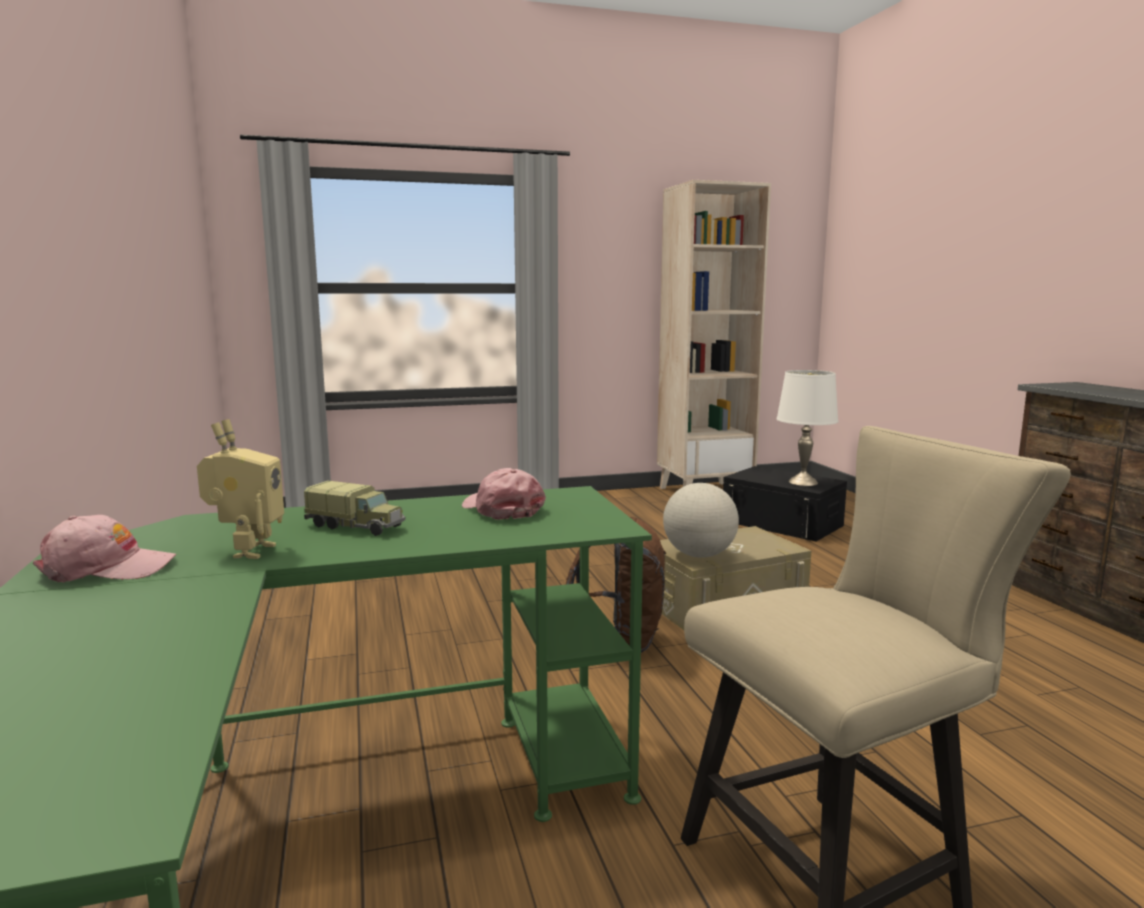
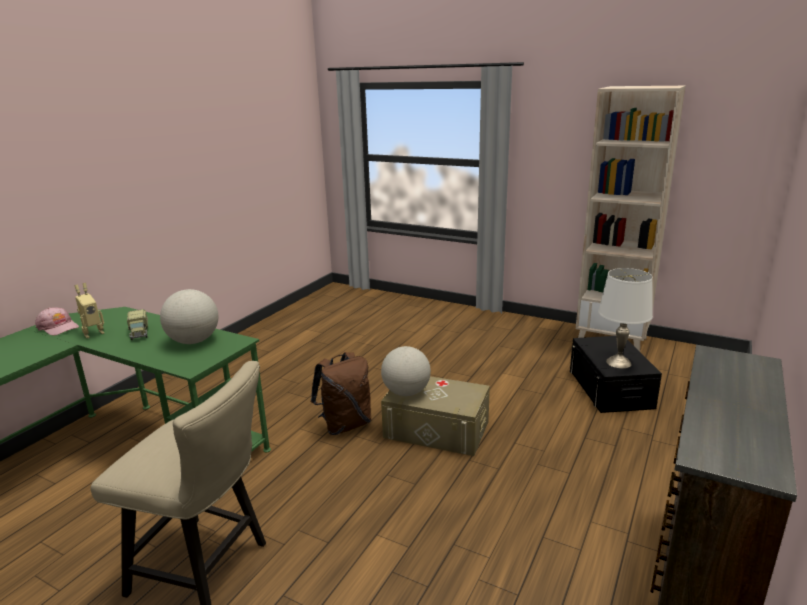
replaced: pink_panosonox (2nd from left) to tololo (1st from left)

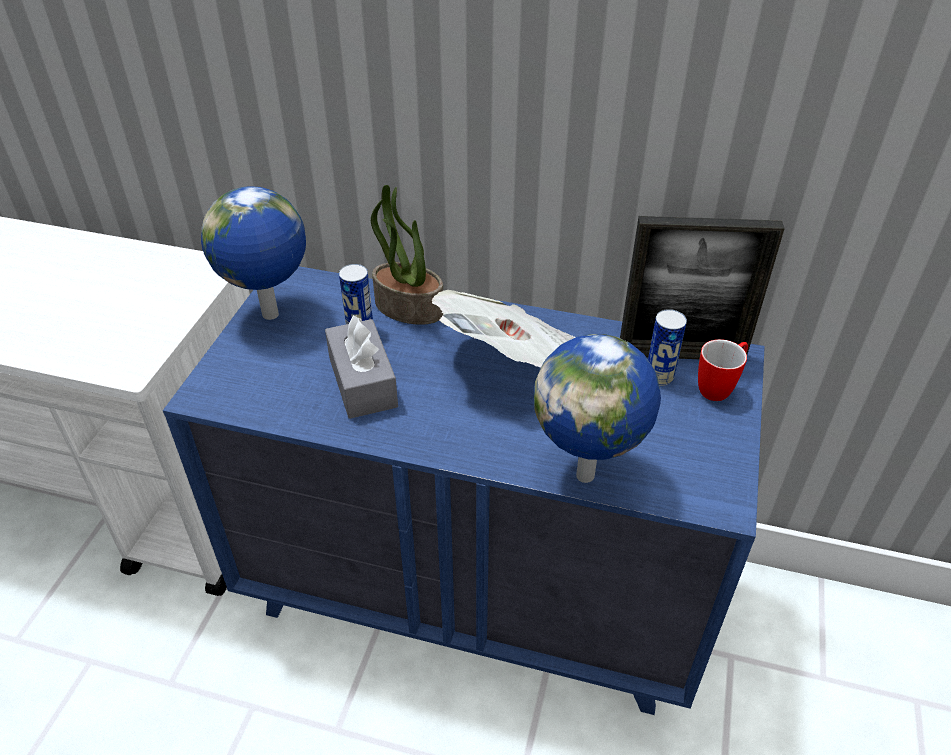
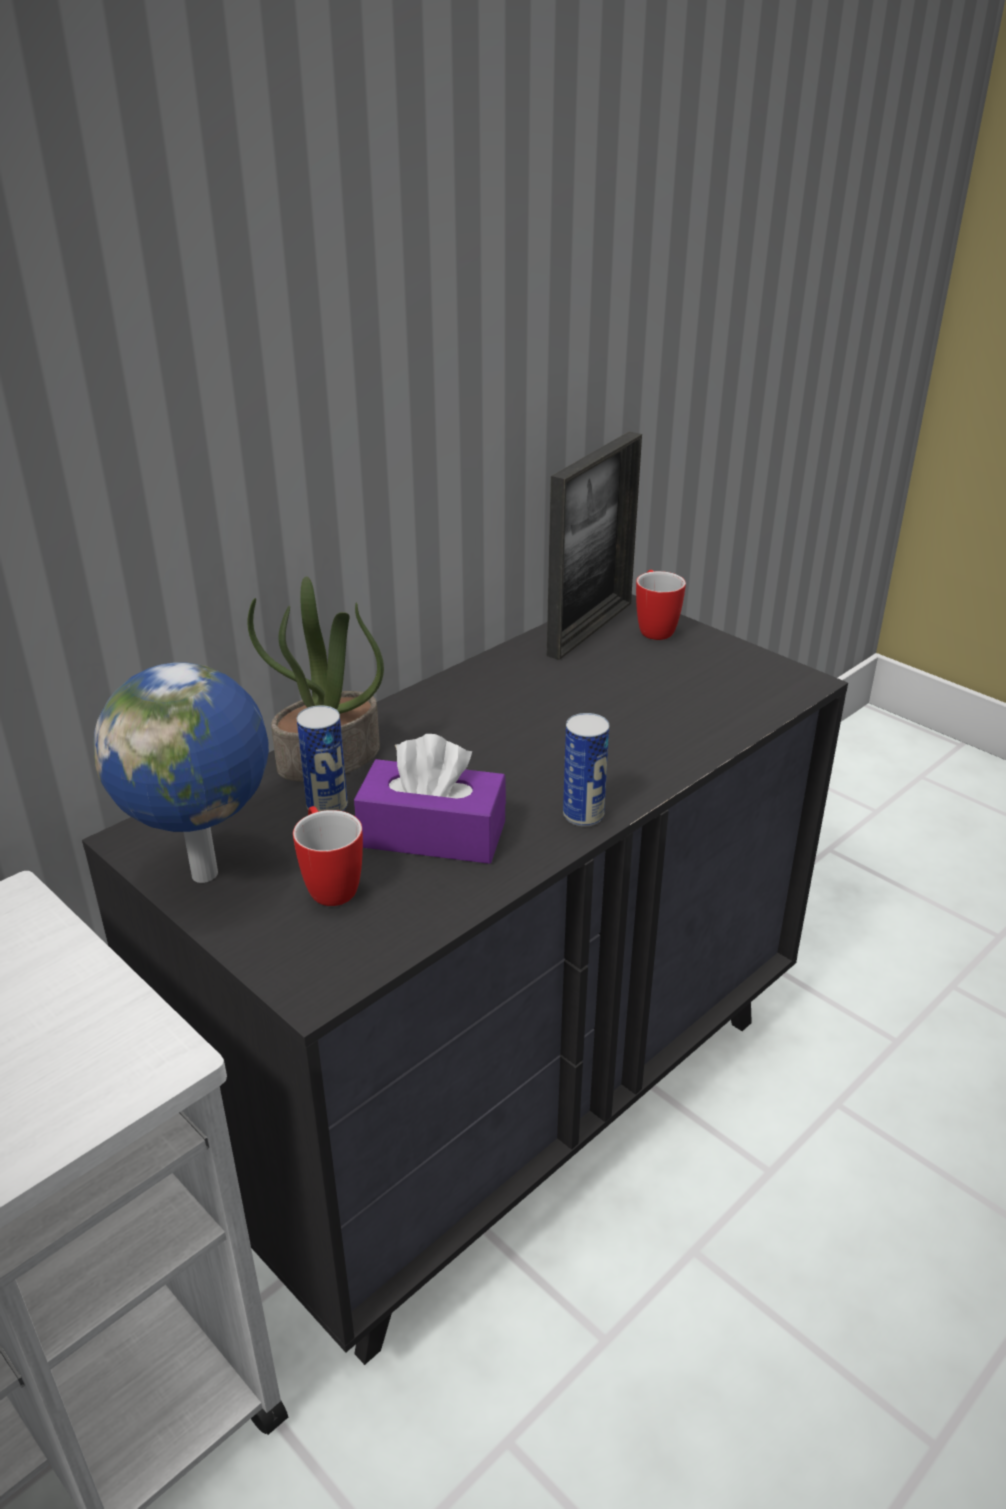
removed: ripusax; tololo (2nd from left)
added: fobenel (1st from left)
moved: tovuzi (2nd from left)
recoloured: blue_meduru to black_meduru; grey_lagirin to purple_lagirin

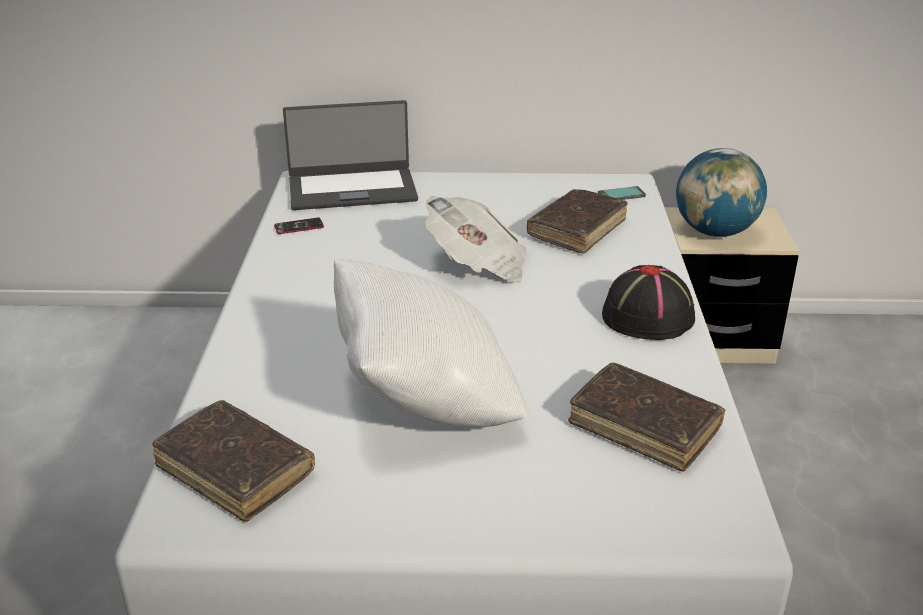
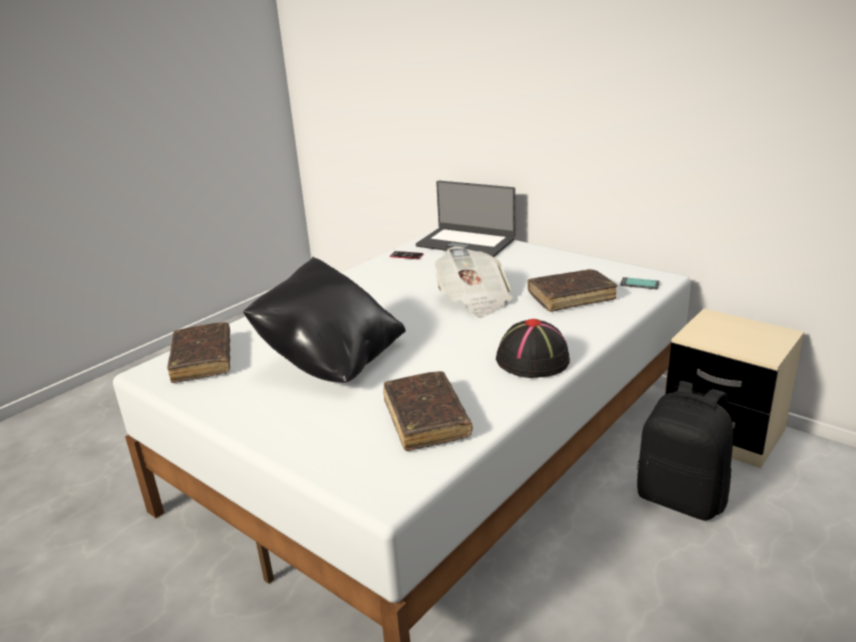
removed: tololo
added: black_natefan
recoloured: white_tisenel to black_tisenel

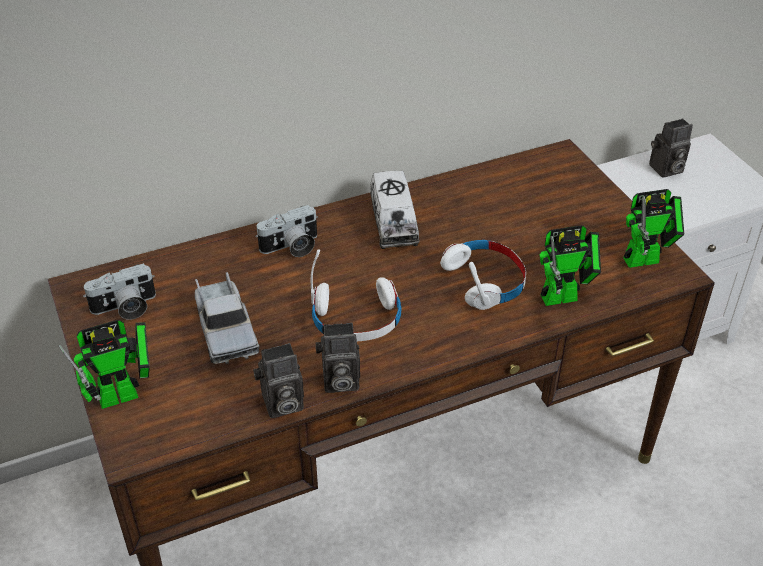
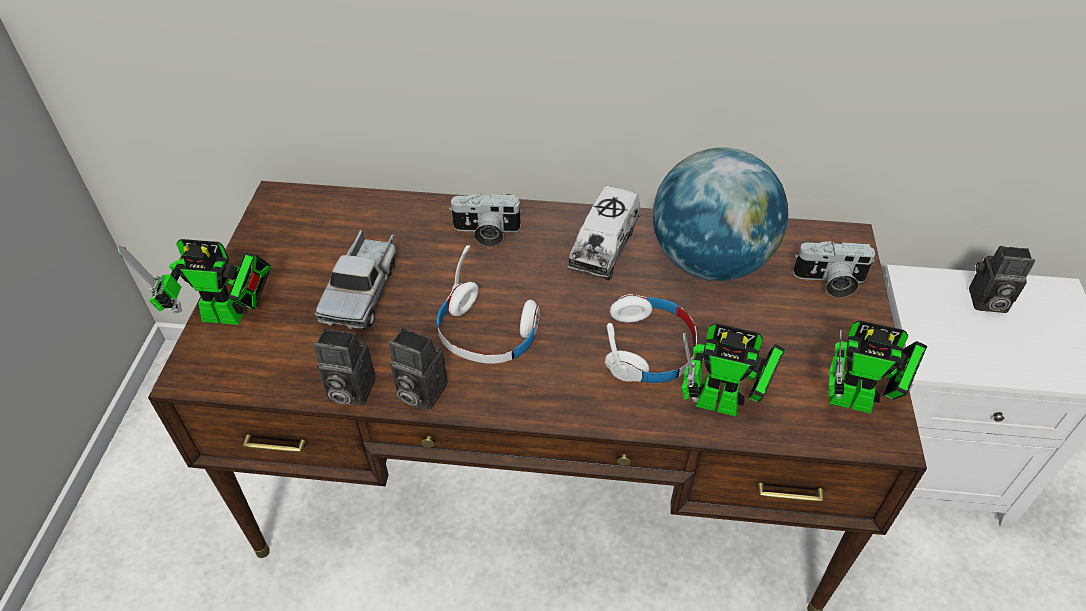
added: tololo
moved: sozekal (1st from left in the first image) to sozekal (4th from left)

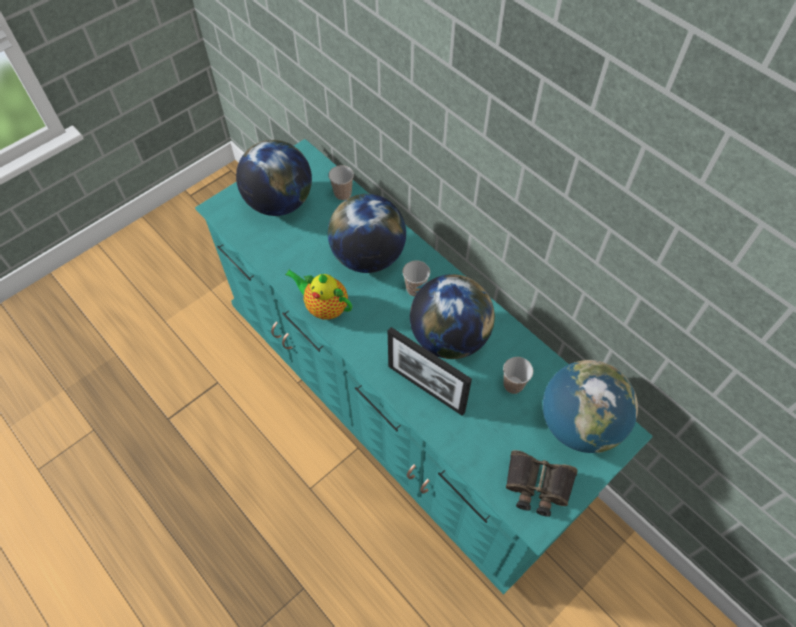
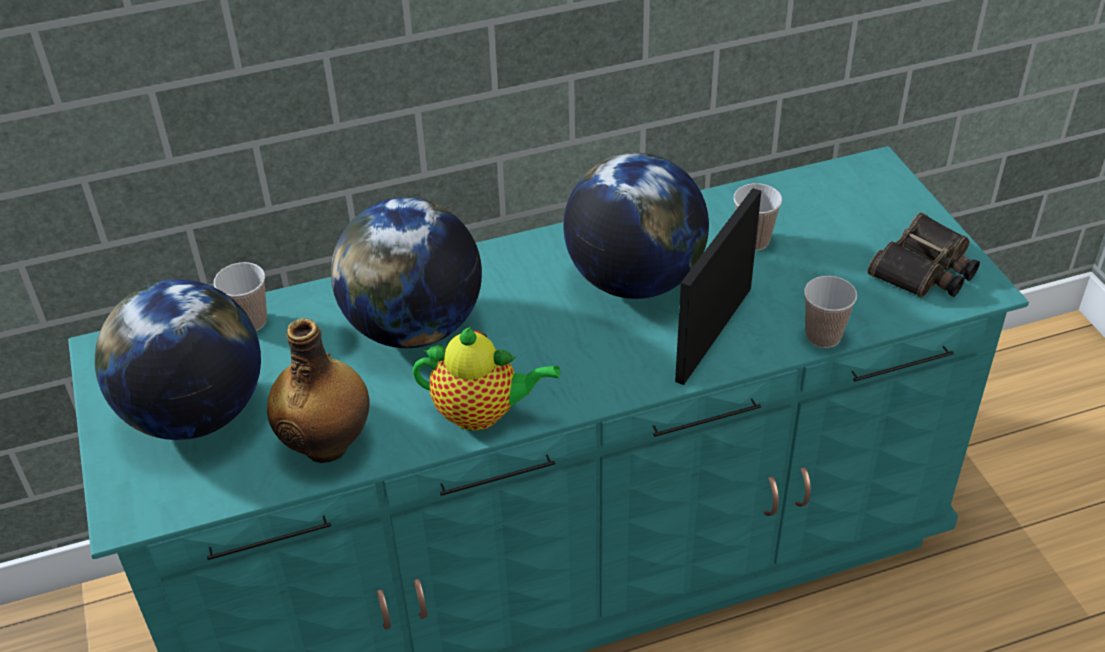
removed: tololo (4th from left)
added: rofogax
moved: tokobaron (2nd from left in the first image) to tokobaron (3rd from left)
turned: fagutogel 135 degrees counterclockwise; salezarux 150 degrees clockwise

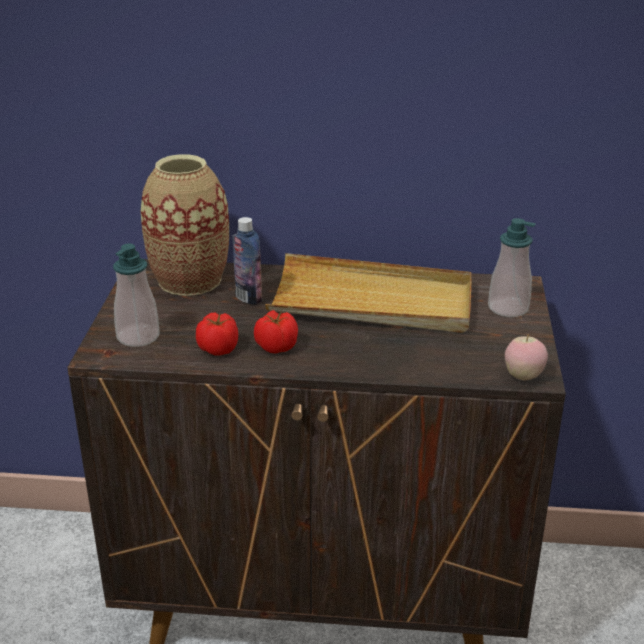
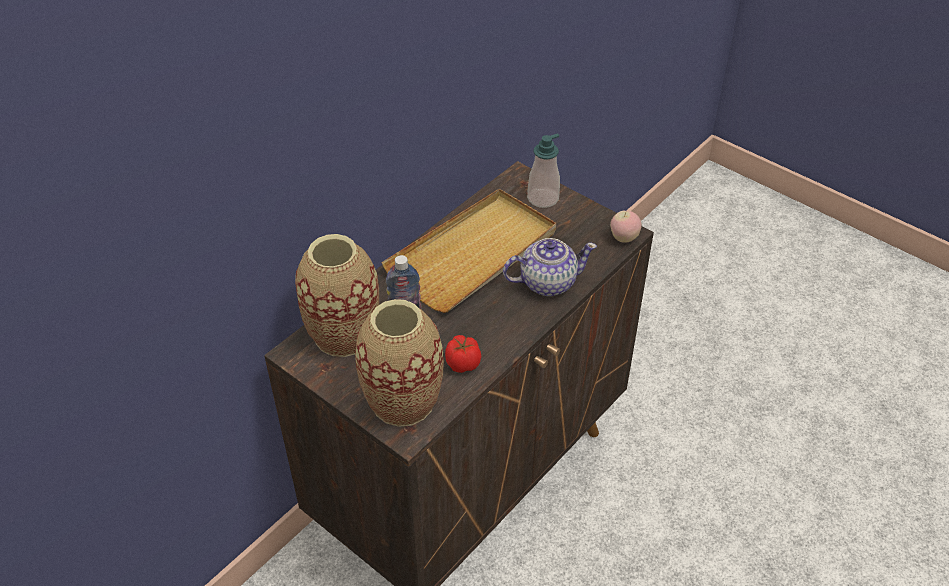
removed: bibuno (2nd from left)
added: fagutogel
replaced: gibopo (1st from left) to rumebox (2nd from left)

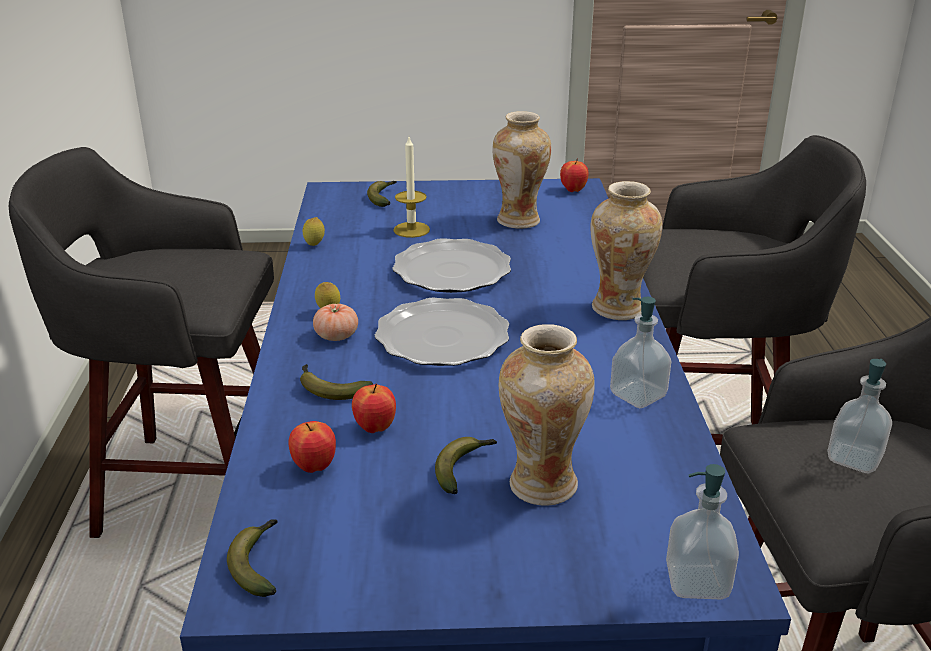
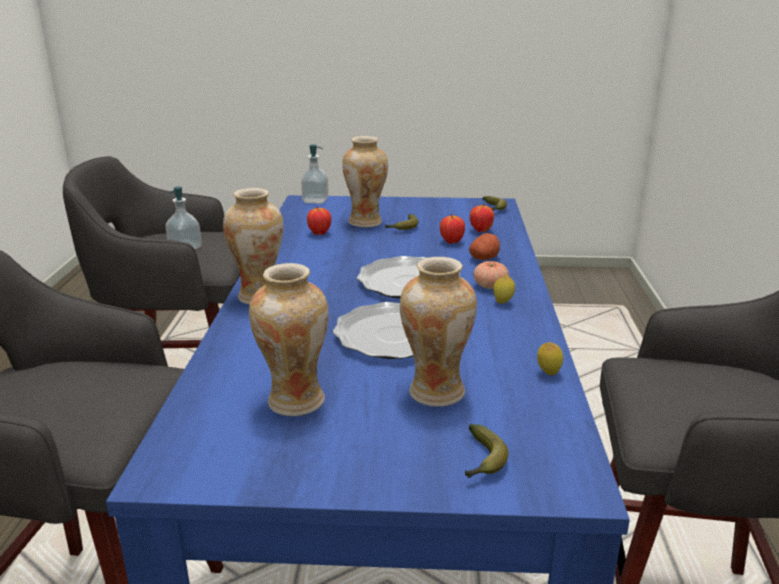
removed: gibopo (1st from left)
moved: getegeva (3rd from left in the first image) to getegeva (1st from left)
replaced: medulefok (2nd from left) to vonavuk; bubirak to rumebox (4th from left)

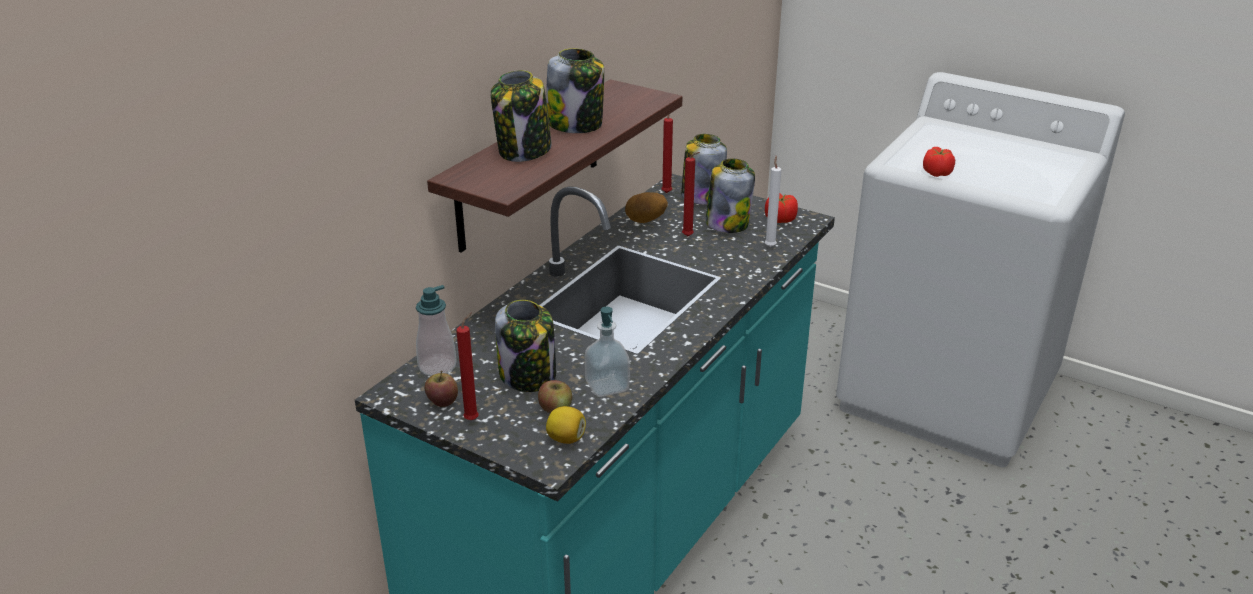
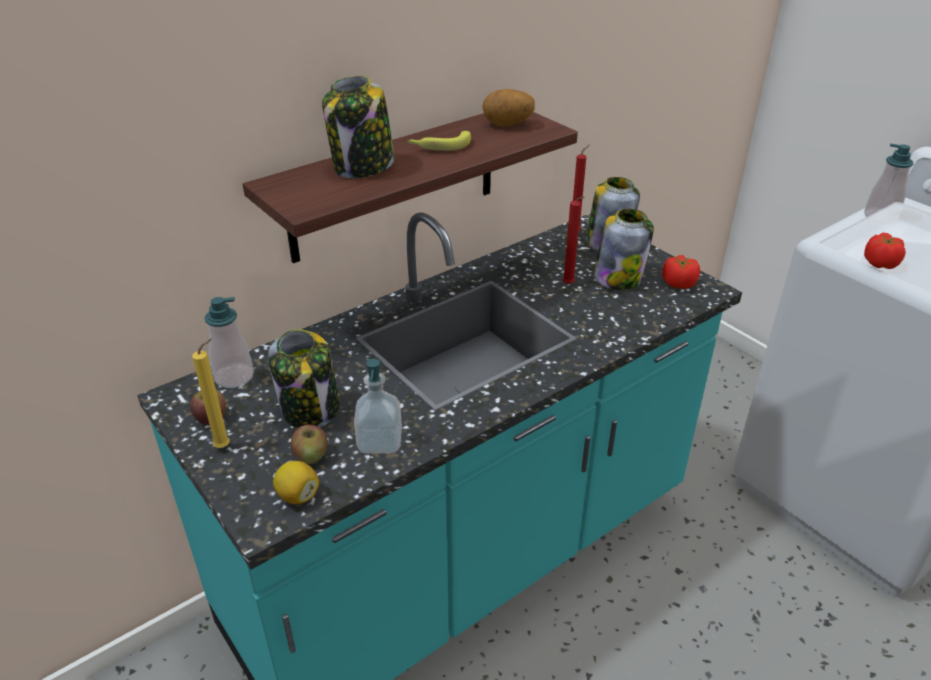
removed: white_bubirak
added: gibopo (3rd from left)
moved: vonavuk
replaced: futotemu (3rd from left) to medulefok
recoloured: red_bubirak (1st from left) to yellow_bubirak

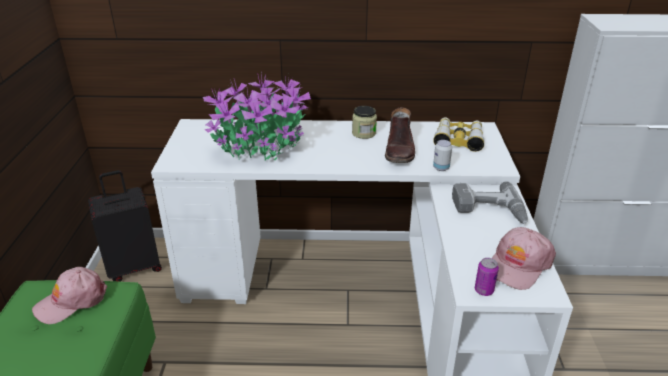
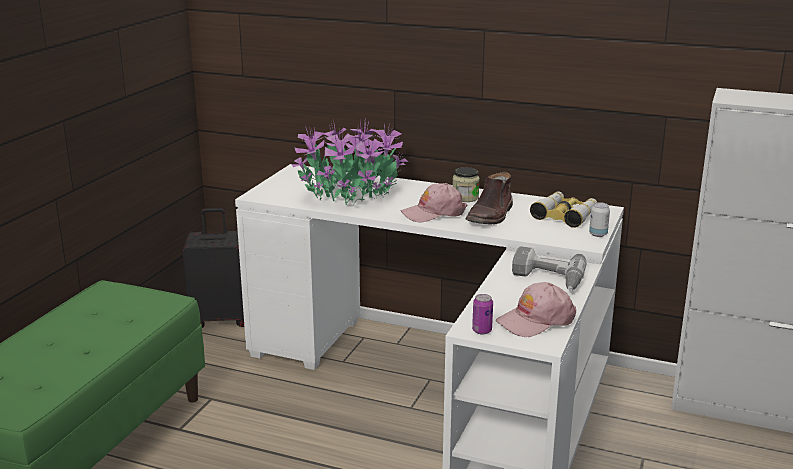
moved: pink_panosonox (1st from left); tovuzi (1st from left in the first image) to tovuzi (2nd from left)

